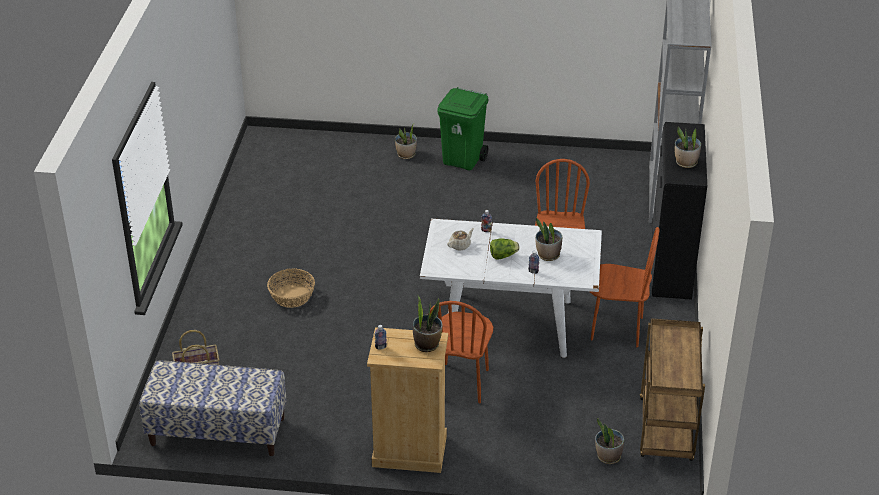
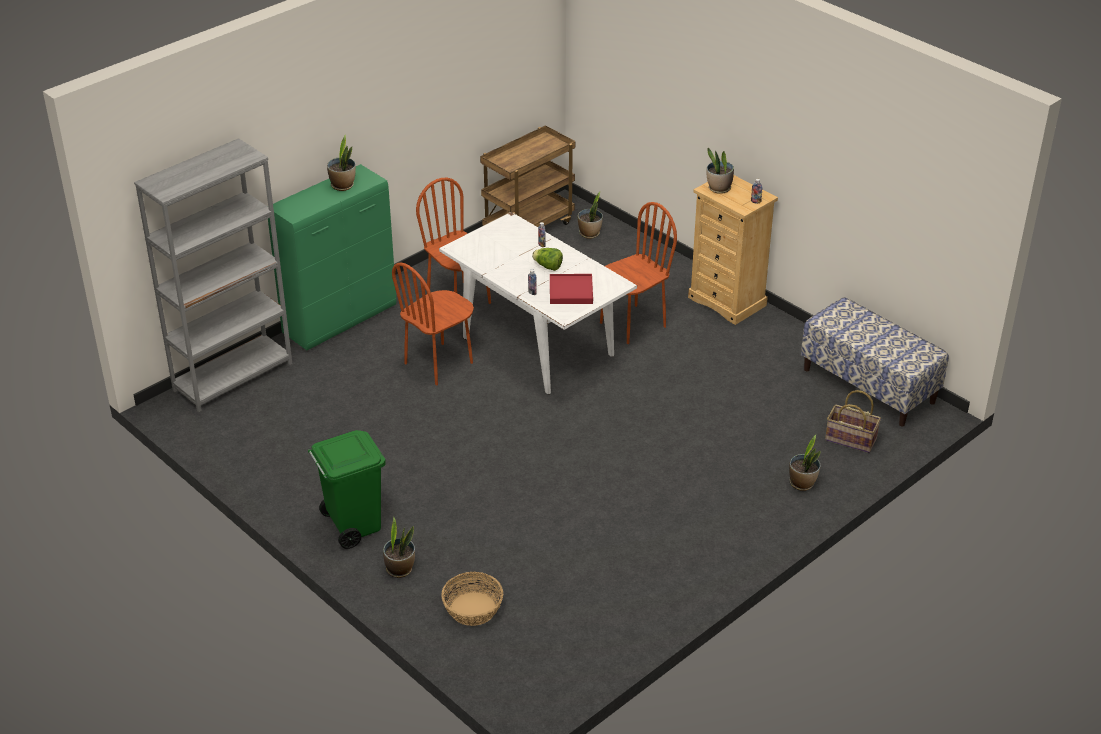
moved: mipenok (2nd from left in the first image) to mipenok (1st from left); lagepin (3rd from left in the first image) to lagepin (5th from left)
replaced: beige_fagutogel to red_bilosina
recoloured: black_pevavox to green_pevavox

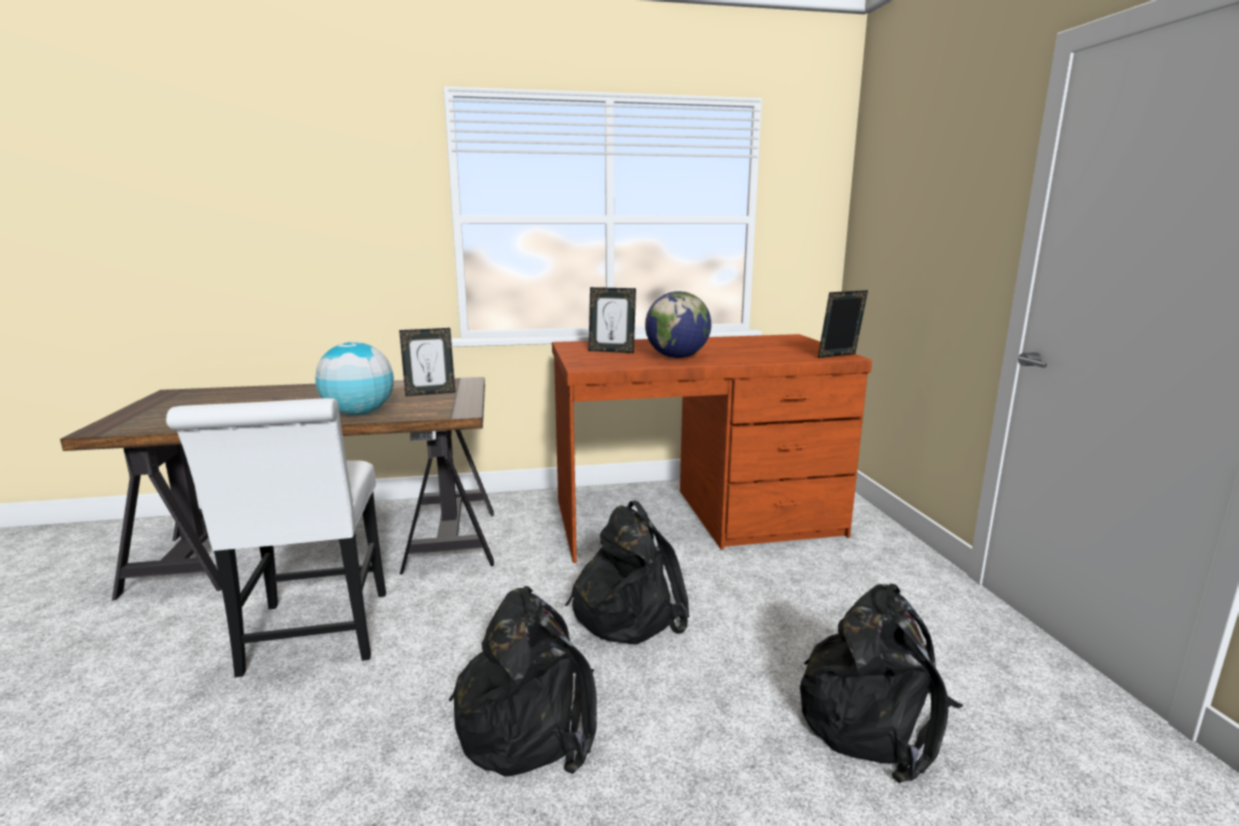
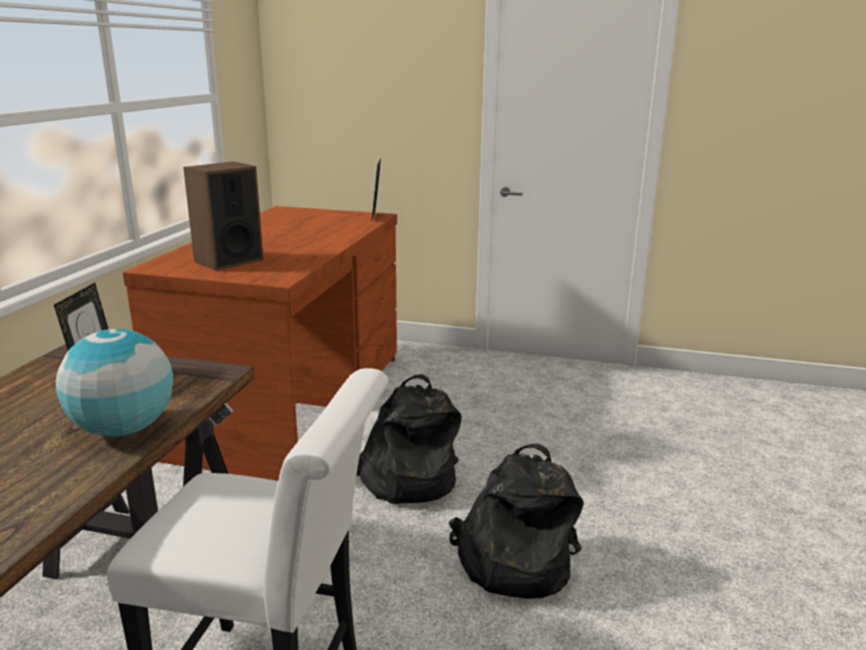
removed: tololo (2nd from left); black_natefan (3rd from left)
replaced: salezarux (2nd from left) to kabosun

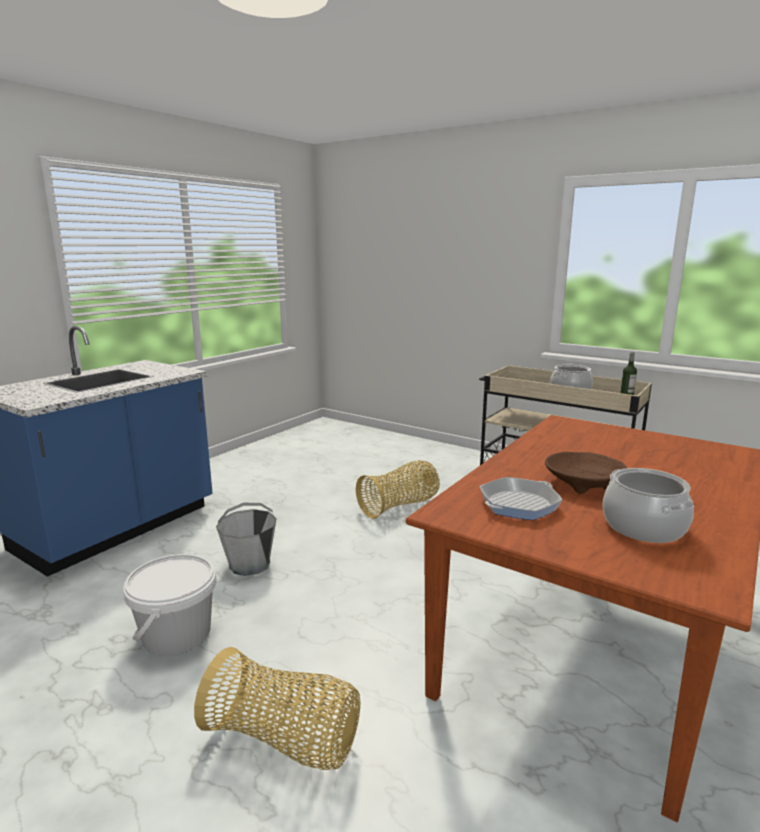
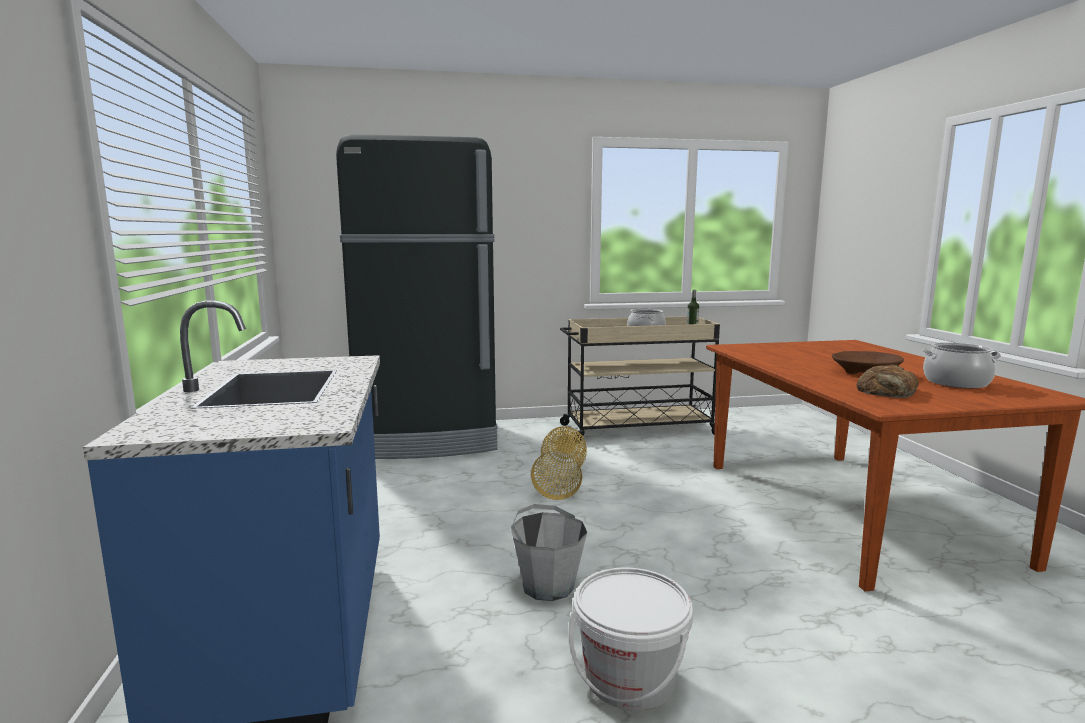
removed: mipenok (1st from left)
added: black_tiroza
replaced: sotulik to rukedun

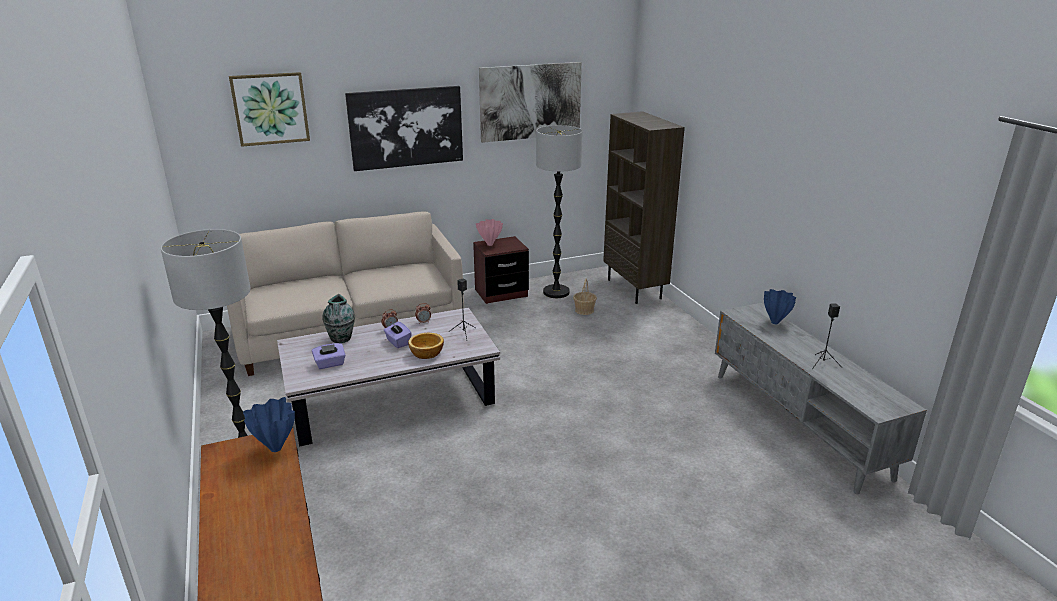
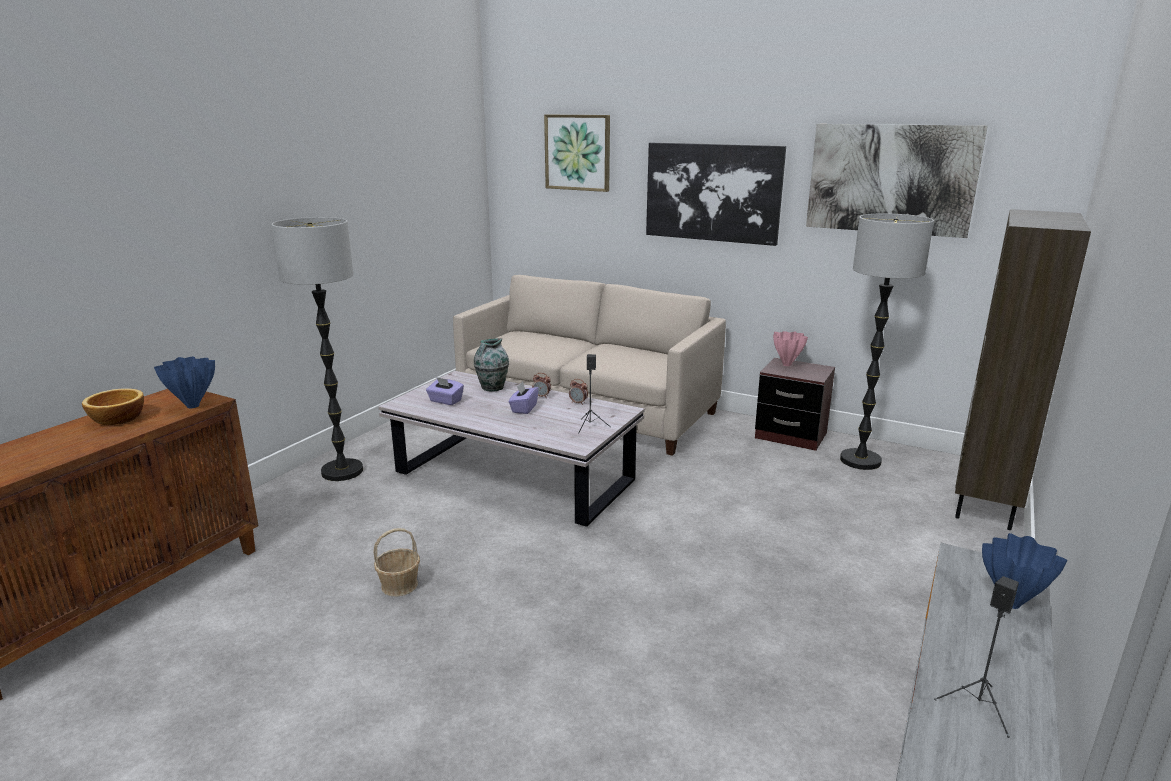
moved: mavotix; mipenok

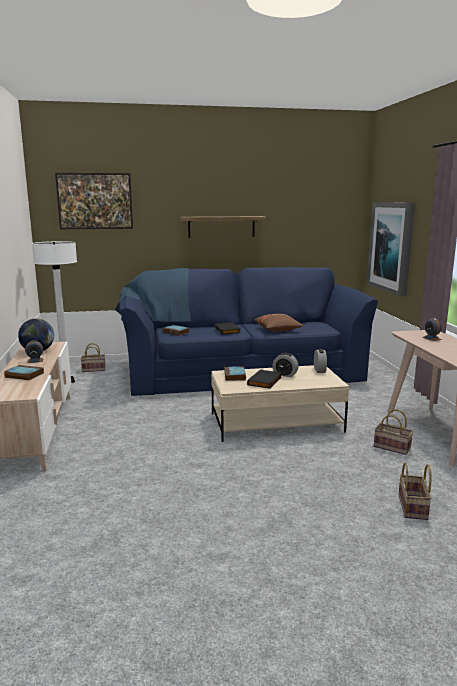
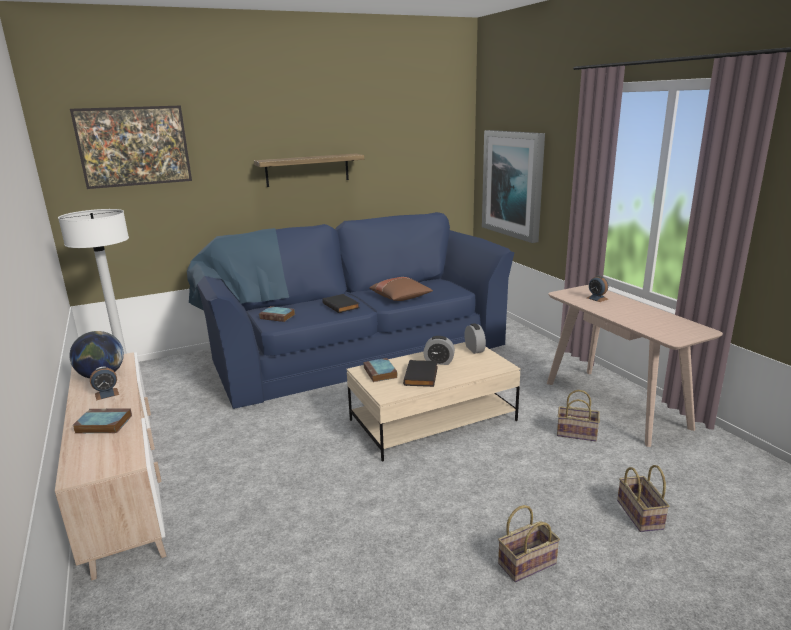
moved: mipenok (1st from left)

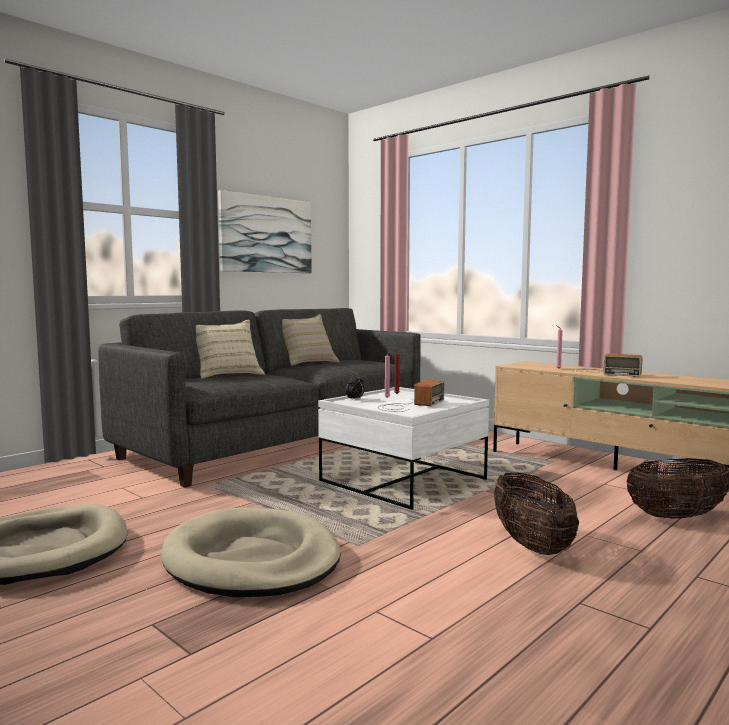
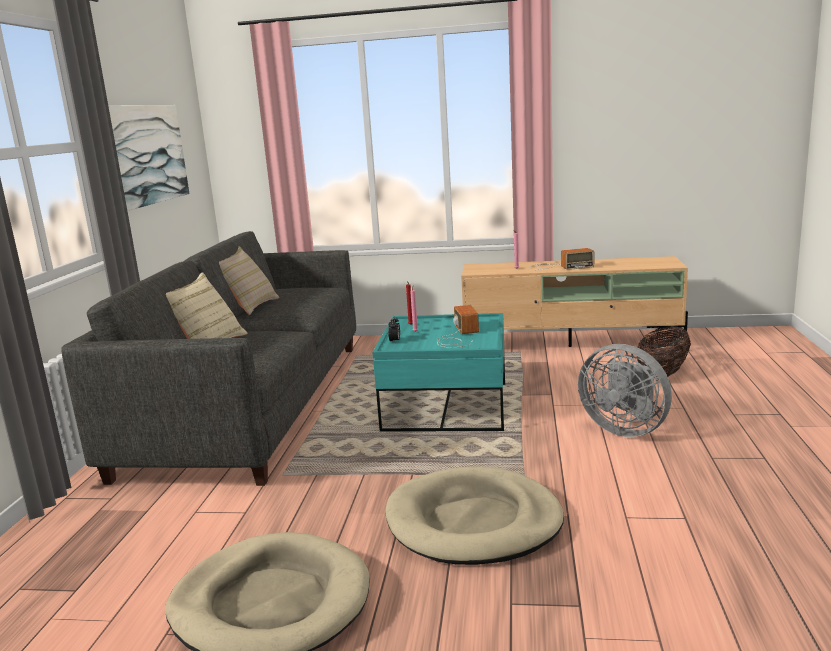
replaced: mipenok (1st from left) to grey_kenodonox
recoloured: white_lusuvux to turquoise_lusuvux

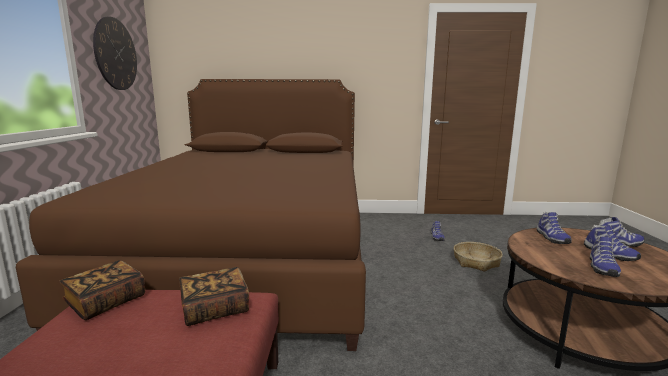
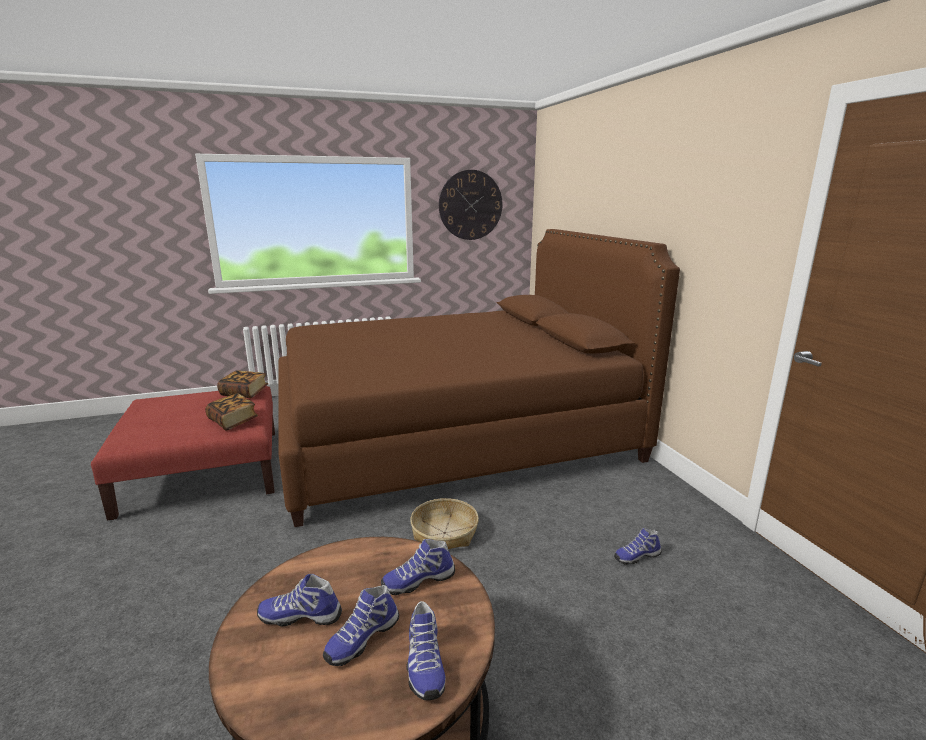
moved: mipenok

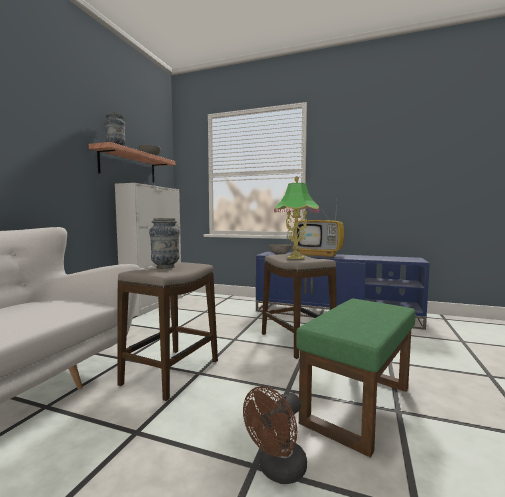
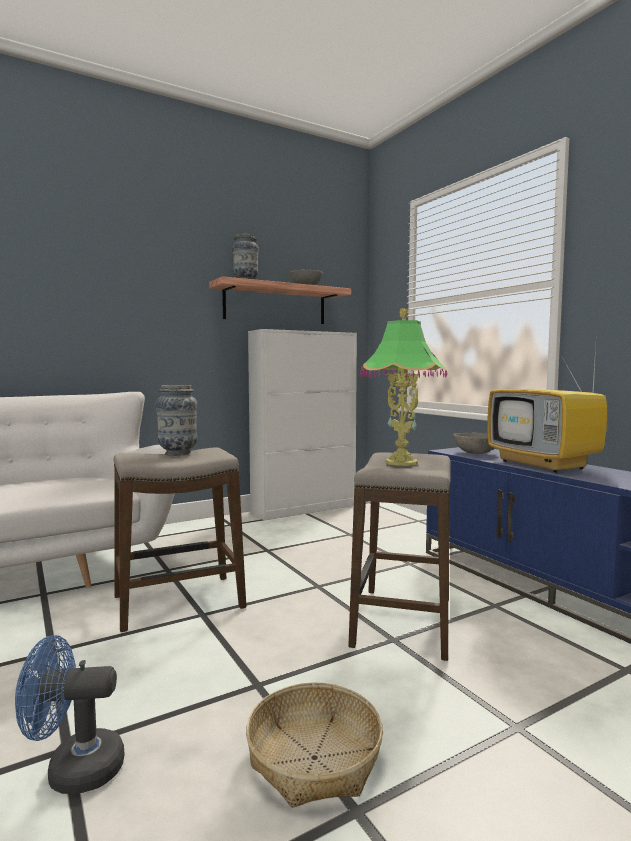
replaced: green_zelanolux to mipenok
recoloured: brown_kenodonox to blue_kenodonox

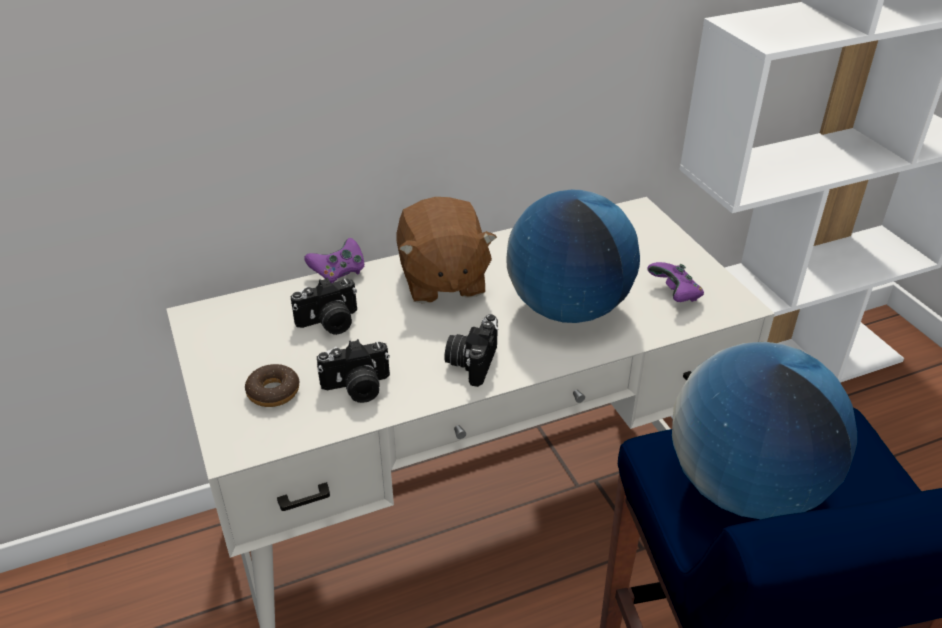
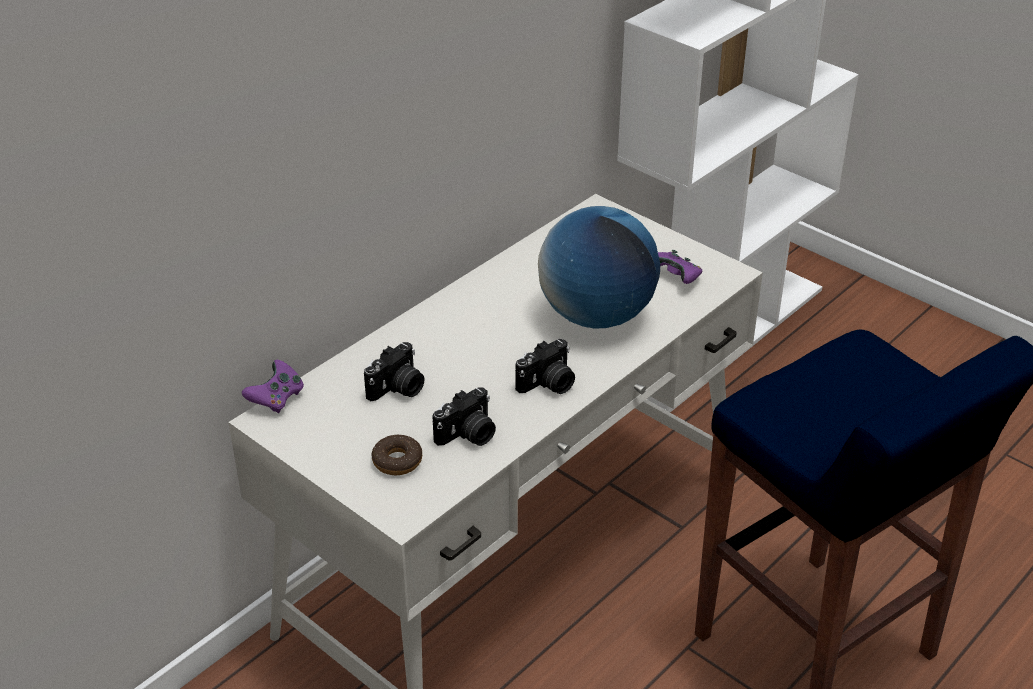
removed: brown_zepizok; tololo (2nd from left)
moved: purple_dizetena (1st from left)
turned: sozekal (3rd from left) 120 degrees counterclockwise

